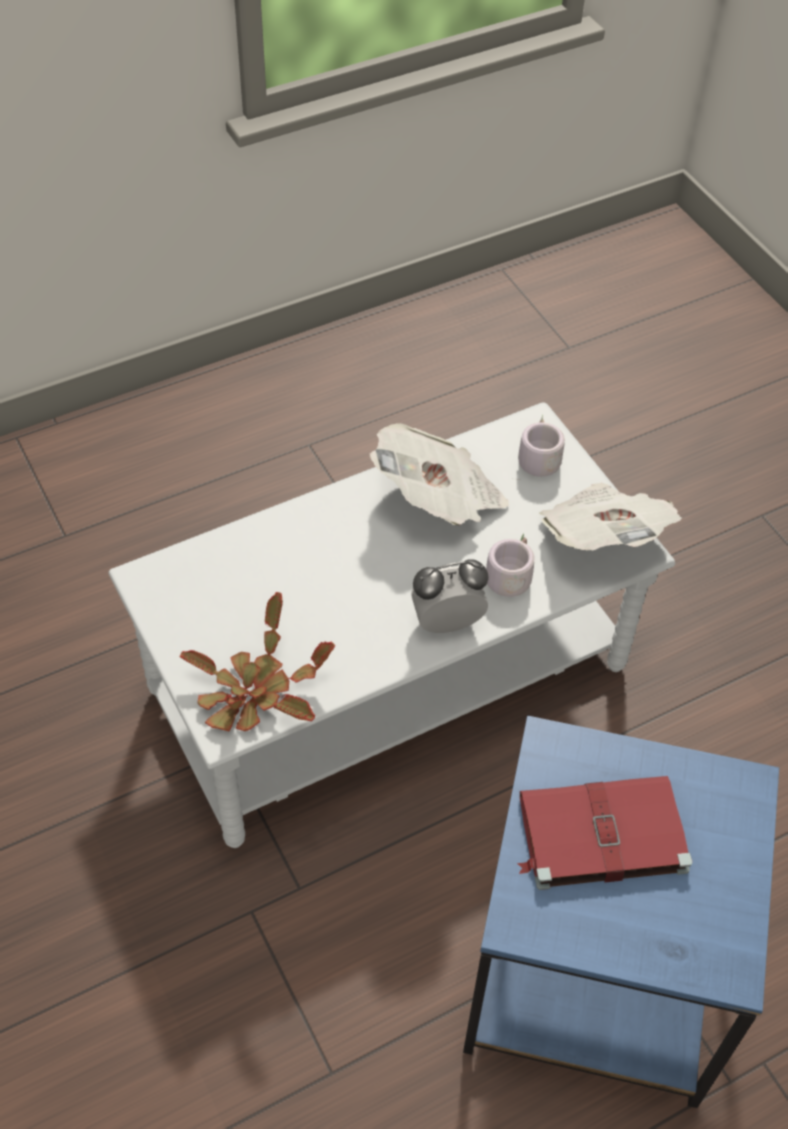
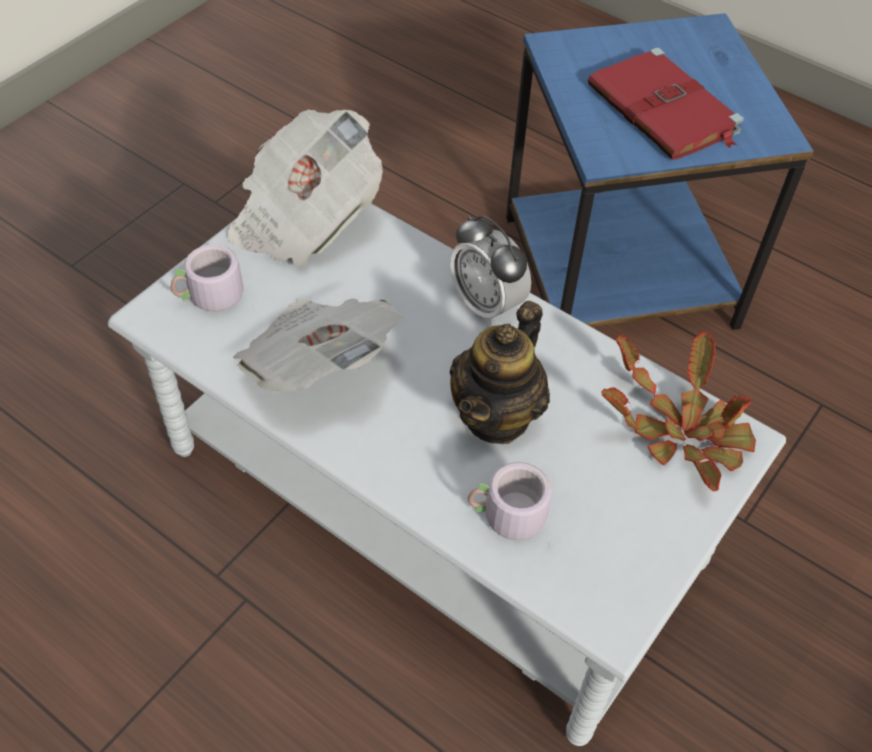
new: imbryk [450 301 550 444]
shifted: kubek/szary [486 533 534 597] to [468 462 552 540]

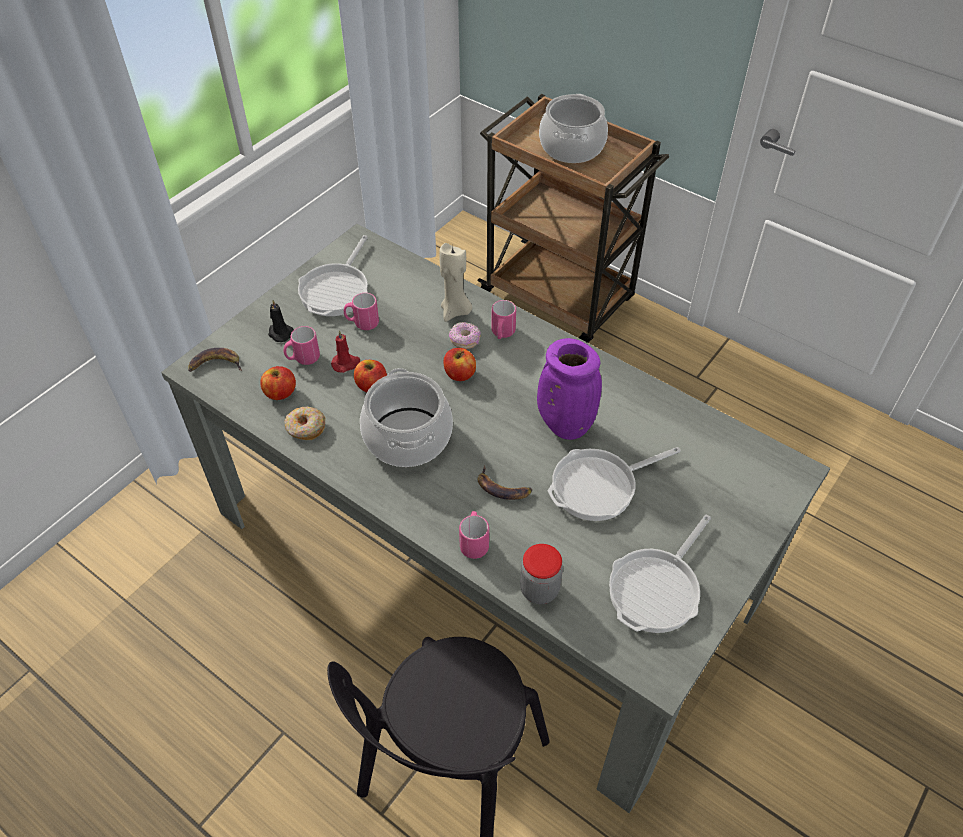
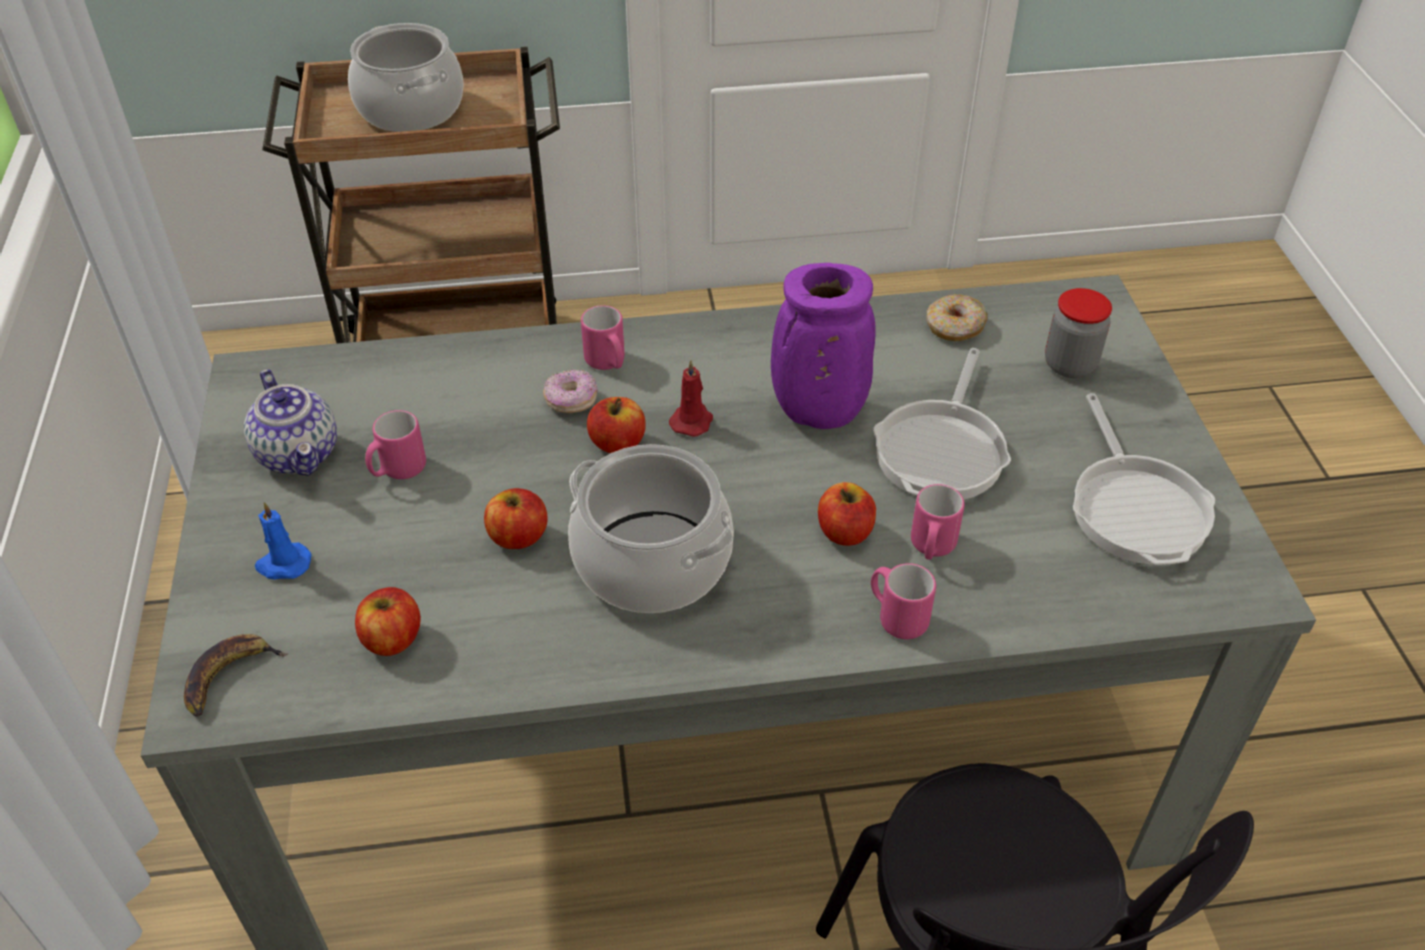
gone: świeca/beżowy [439 243 472 322]
shifted: kubek/różowy [283 326 320 365] to [911 484 965 560]; donut [285 407 325 440] to [926 294 988 341]; świeca/czerwony [331 330 360 373] to [669 360 713 437]; słoik [520 544 563 604] to [1045 288 1112 378]
swapped: patelnia [298 235 368 316] to imbryk [244 369 337 476]; banan [478 466 532 500] to jabłko [818 482 876 546]
repainted: świeca/czarny [268 300 294 342] to świeca/niebieski [255 502 312 580]

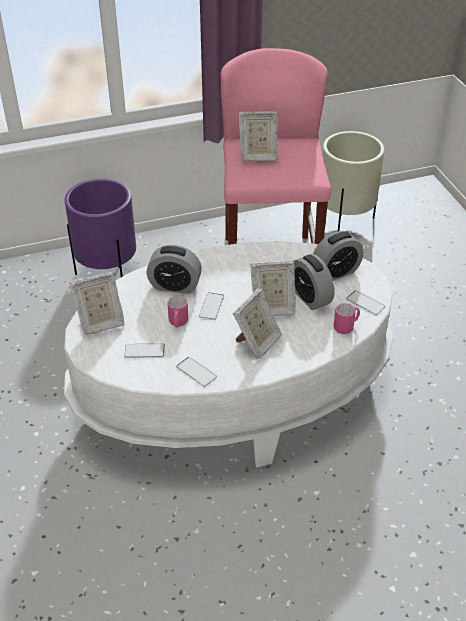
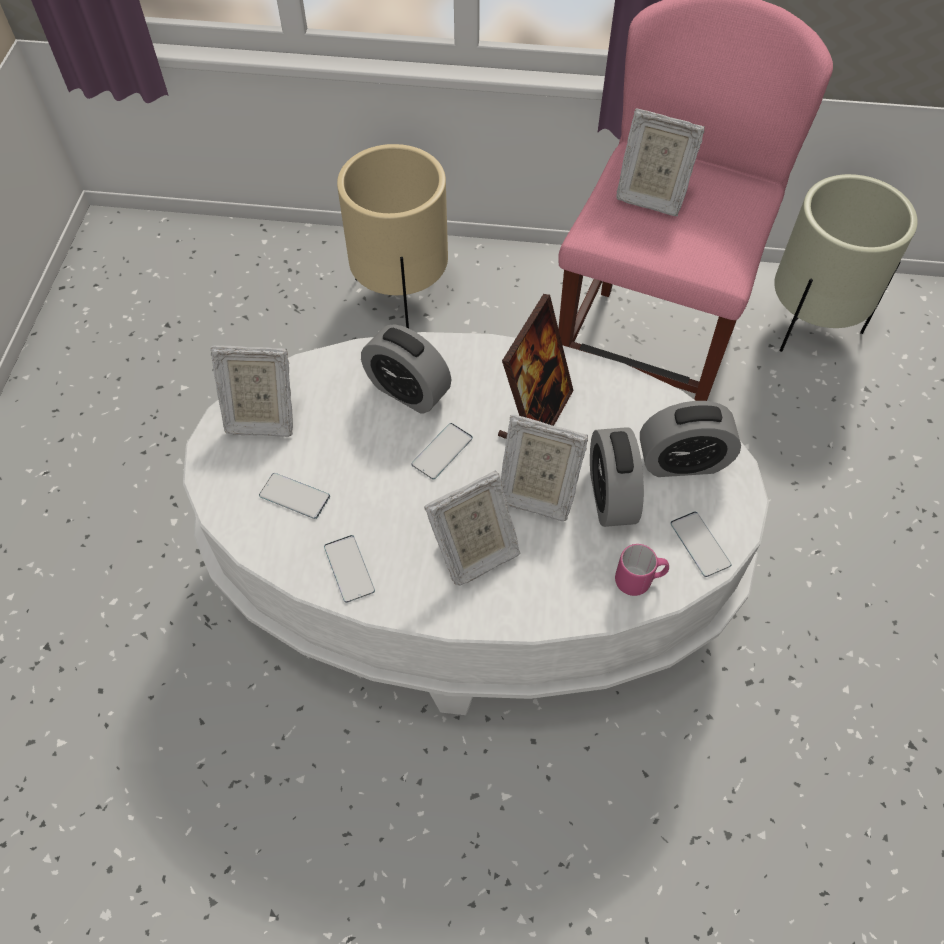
gone: kubek/różowy [167 296 188 327]
new: ramka na zdjęcie [498 294 574 439]
repainted: donica/fioletowy [65 178 136 277] to donica/beżowy [337 144 448 328]

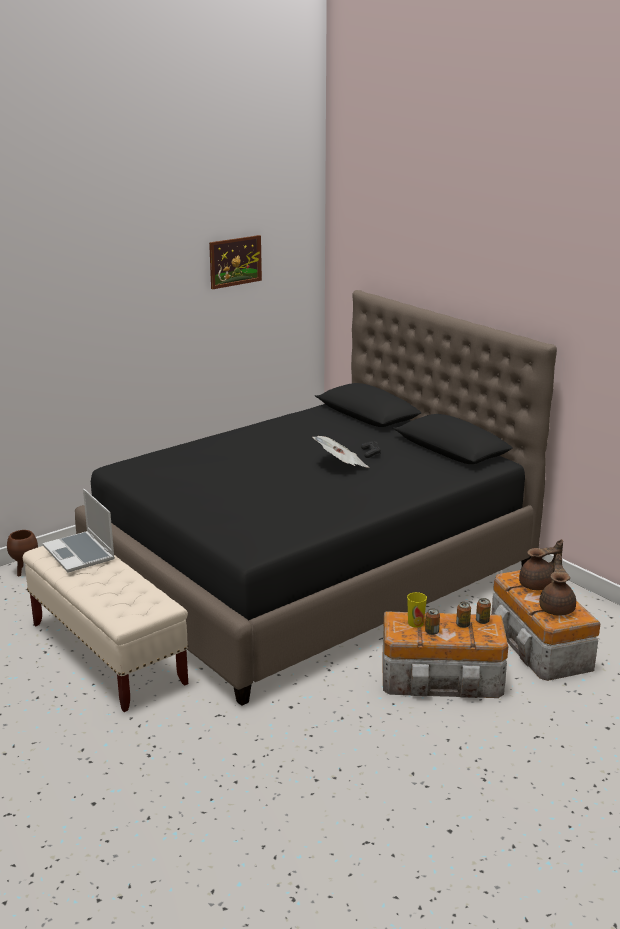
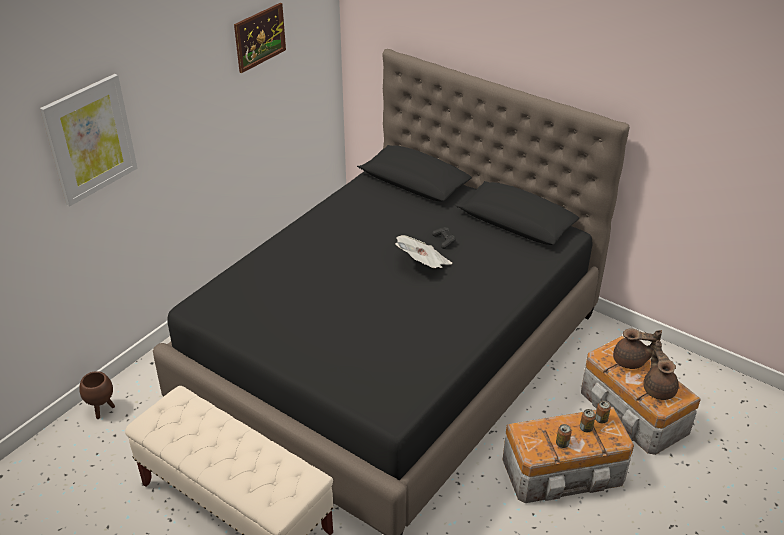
gone: laptop [43 489 115 572]; filiżanka [407 592 427 628]
new: obraz [40 74 137 206]
rotated: imbryk/brązowy [519 539 563 590] = [613 328 662 369] 45 degrees clockwise

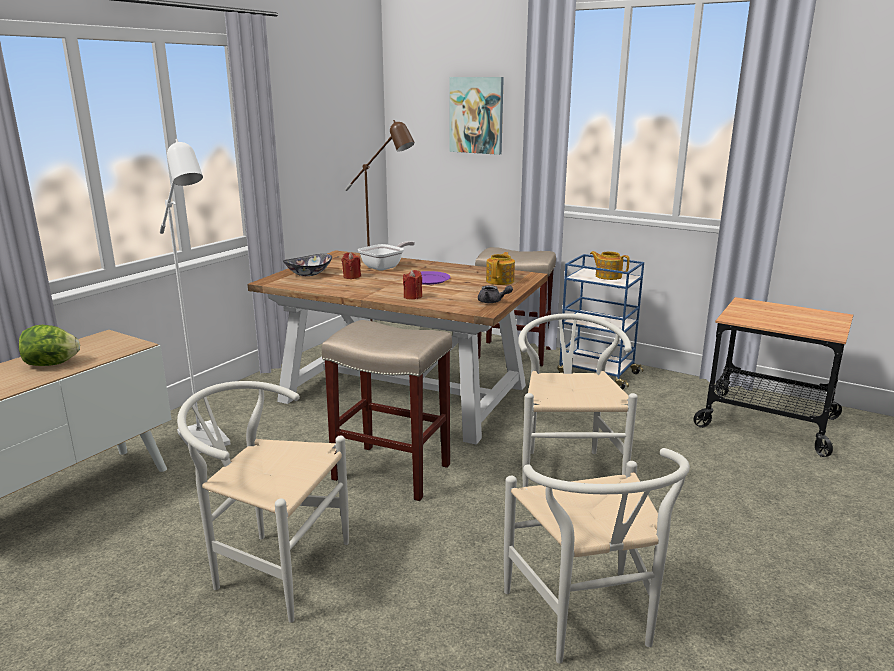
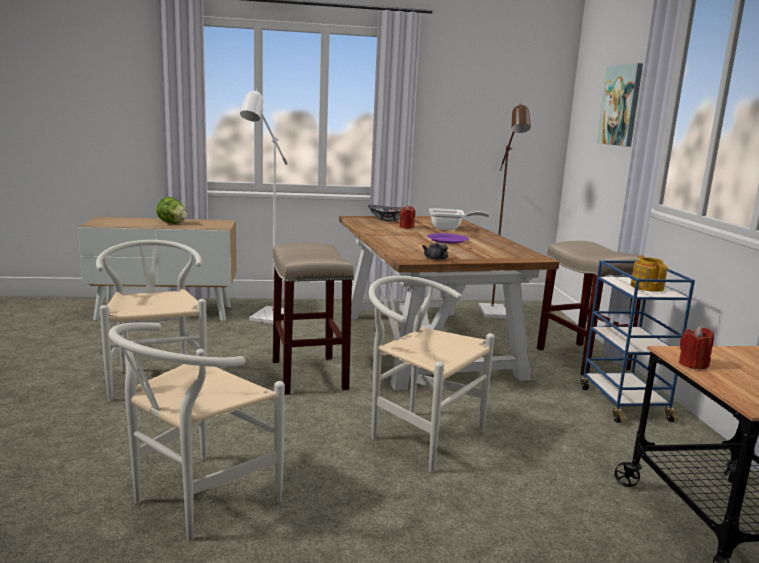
gone: imbryk [486 252 515 285]
shifted: świeca/czerwony [403 270 422 300] to [679 326 714 369]
rotated: krzesło/biały [518 313 638 487] = [368 276 494 473] 105 degrees counterclockwise

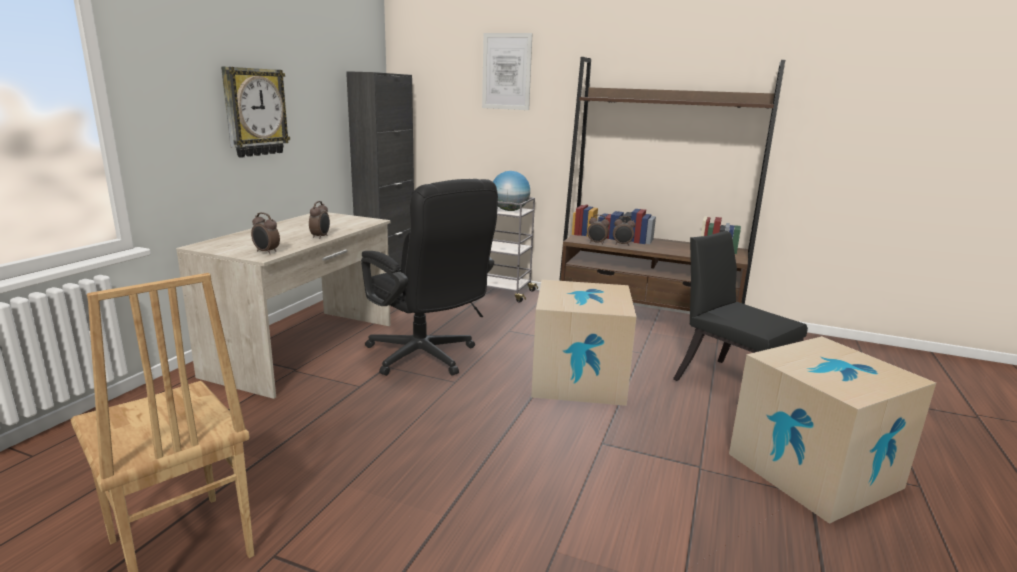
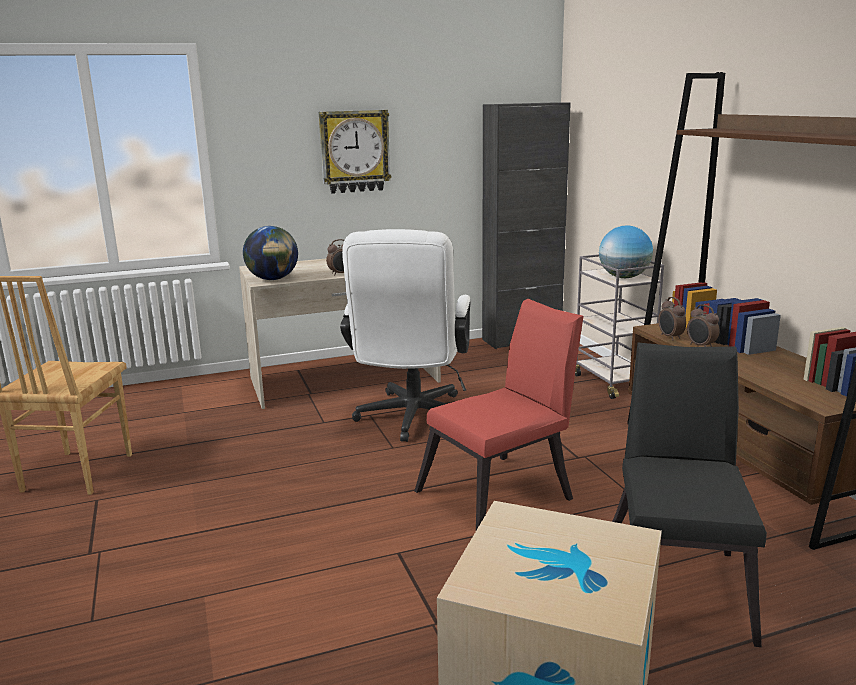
gone: obraz [482 33 533 110]
swapped: budzik [251 212 280 254] to globus [243 226 298 280]; karton [531 280 637 406] to krzesło/czerwony [415 299 584 530]
repainted: krzesło biurowe/czarny [361 179 498 376] to krzesło biurowe/biały [340 229 471 442]

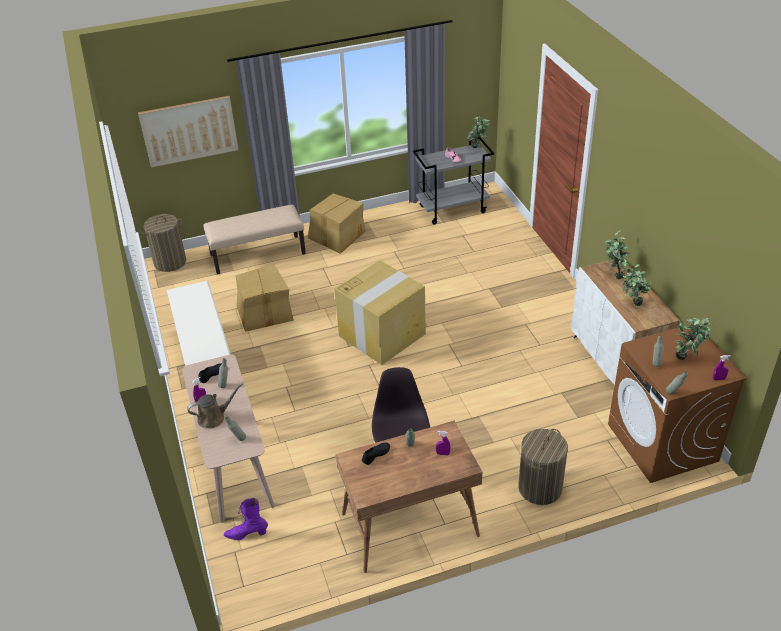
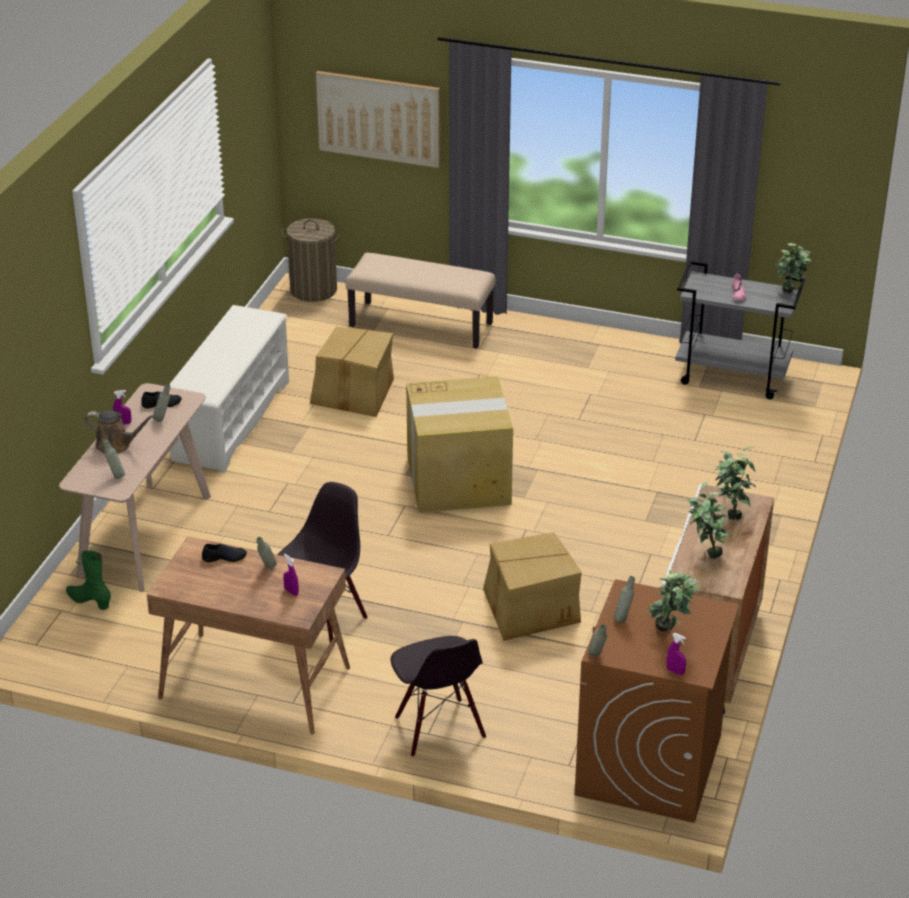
shifted: karton [308 193 366 254] to [483 532 582 641]
swapped: kosz na pranie [518 429 568 505] to krzesło/czarny [391 636 486 757]
repainted: but z cholewką/fioletowy [224 498 268 540] to but z cholewką/zielony [66 550 111 610]

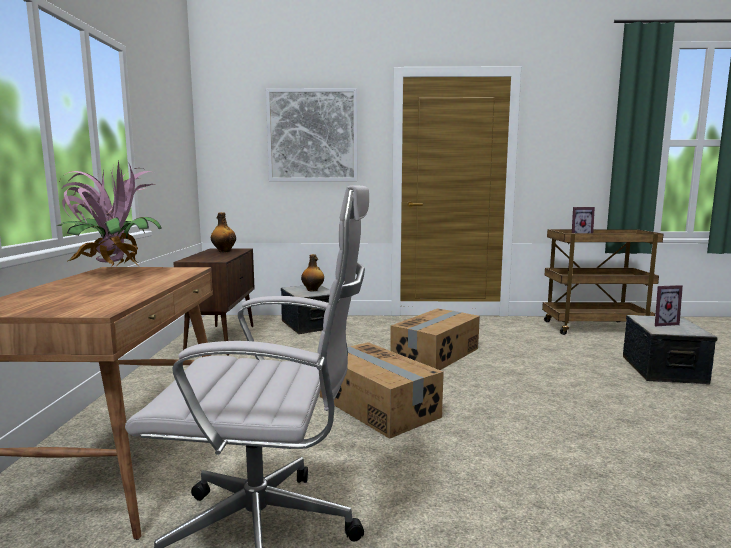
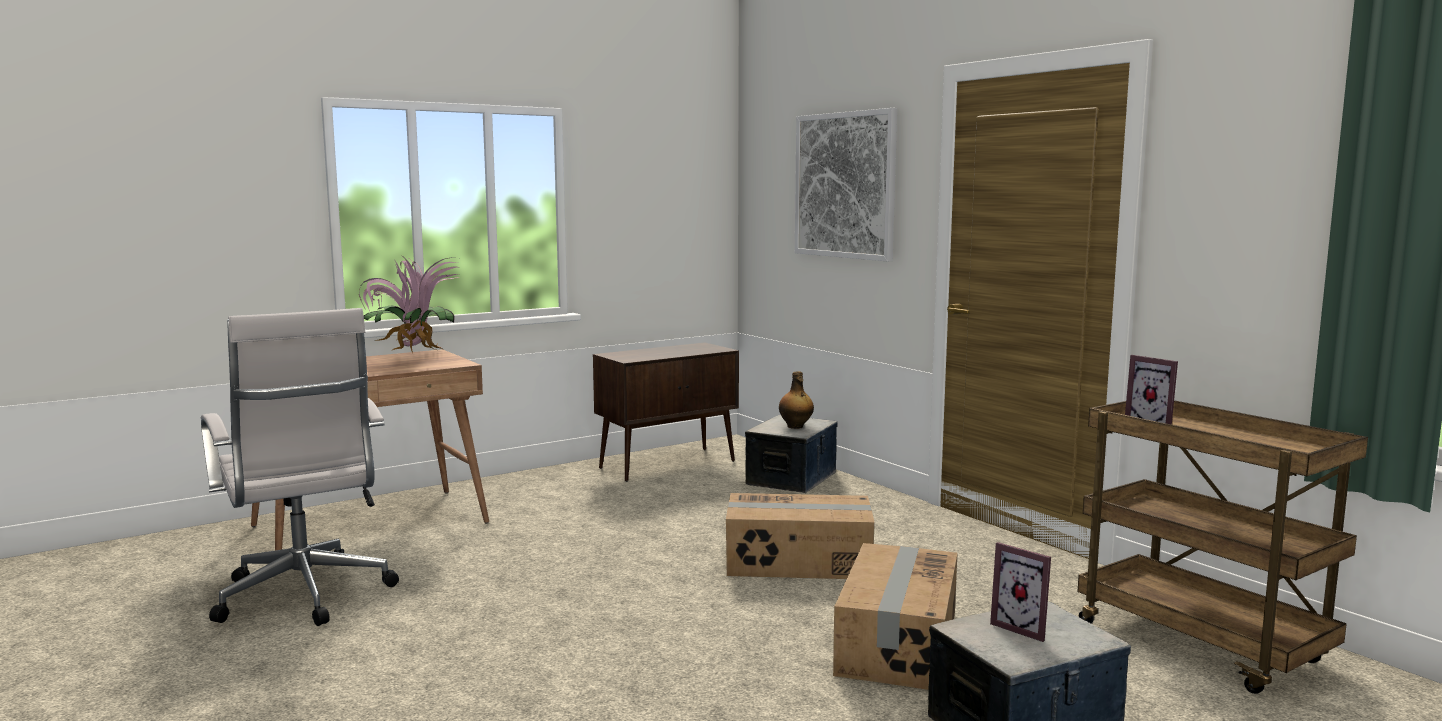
gone: butelka [211 212 236 252]
shifted: karton [320 342 444 439] to [833 543 958 690]

